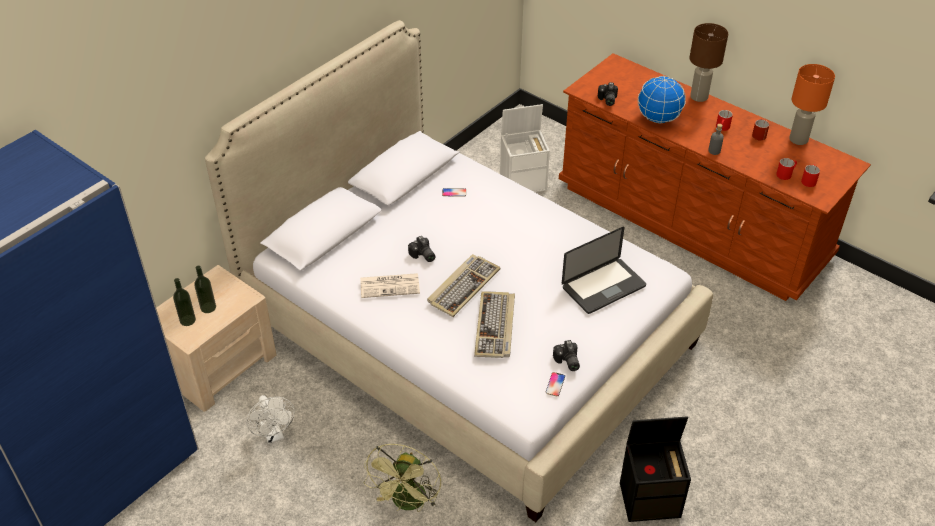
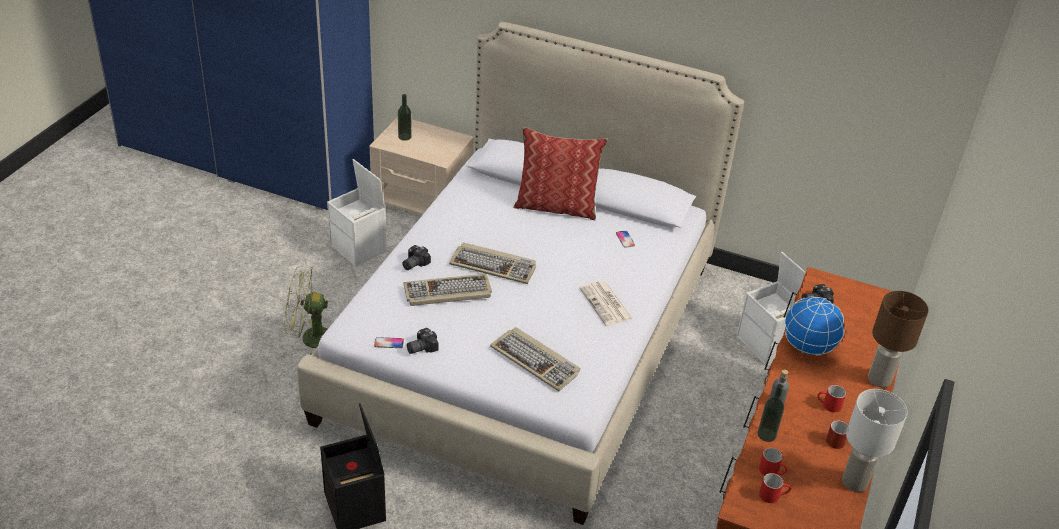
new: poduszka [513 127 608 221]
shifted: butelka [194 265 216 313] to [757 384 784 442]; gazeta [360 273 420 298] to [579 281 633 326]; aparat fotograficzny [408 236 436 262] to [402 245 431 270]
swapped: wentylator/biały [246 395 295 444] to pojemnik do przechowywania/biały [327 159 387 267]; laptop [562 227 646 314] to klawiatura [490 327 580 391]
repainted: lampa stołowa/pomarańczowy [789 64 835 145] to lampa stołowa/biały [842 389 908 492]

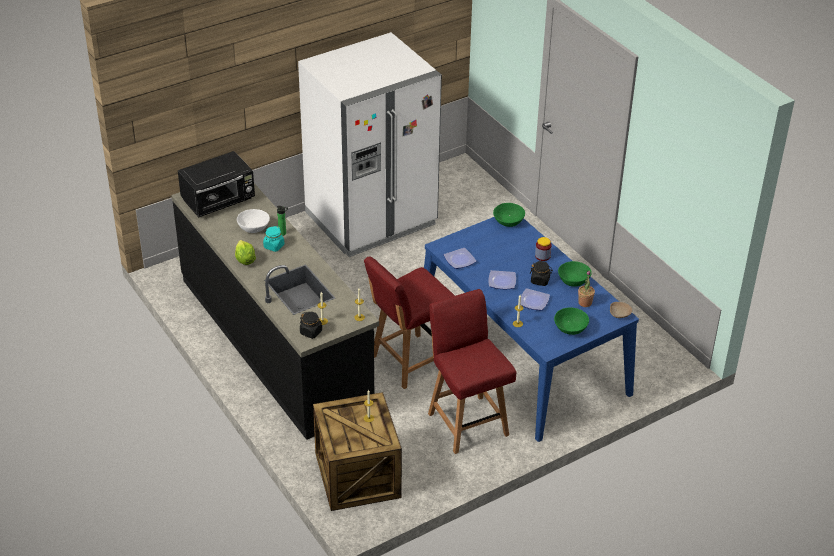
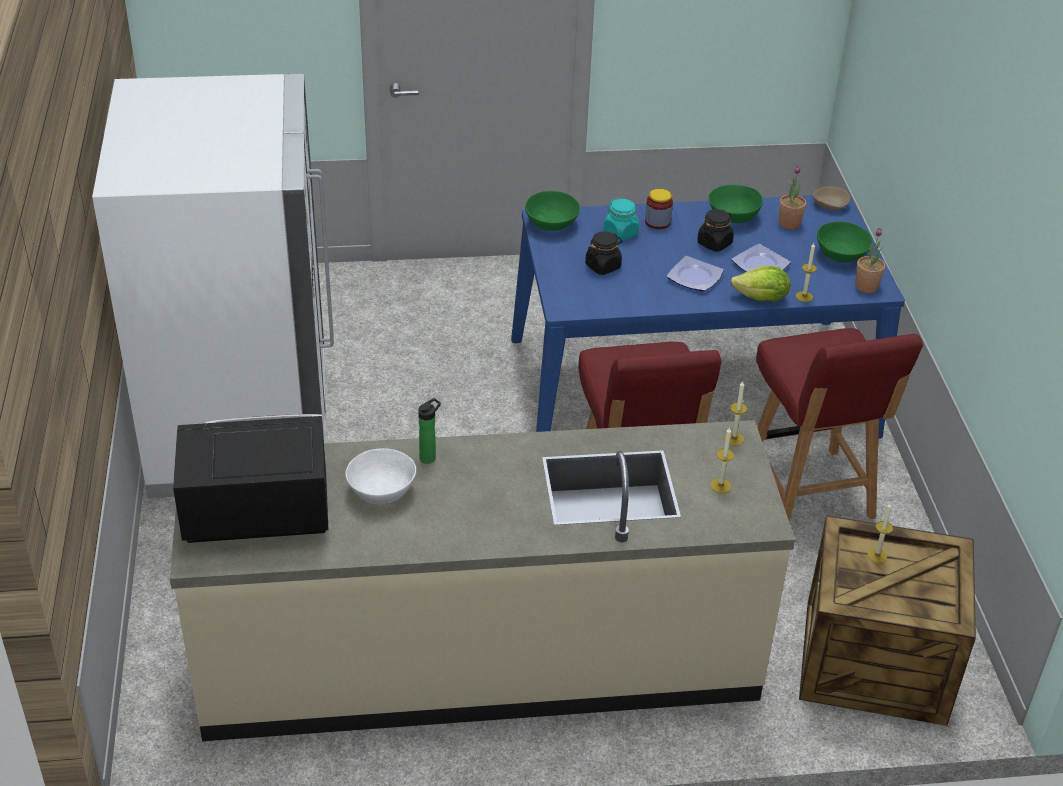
gone: talerz [444 248 477 269]
new: roślina doniczkowa [855 228 885 293]
shifted: sałata [235 240 256 265] to [731 266 790 301]; słoik/turkusowy [263 226 284 252] to [604 198 639 241]; słoik/czarny [300 312 322 339] to [585 231 622 275]
repainted: zabudowa kuchenna/czarny [171 183 379 440] to zabudowa kuchenna/beżowy [170 420 795 741]
rotated: mikrofalówka/czarny [178 151 255 218] = [173 414 328 543] 90 degrees counterclockwise; krzesło/czerwony [428 289 516 454] = [756 328 923 522] 105 degrees counterclockwise

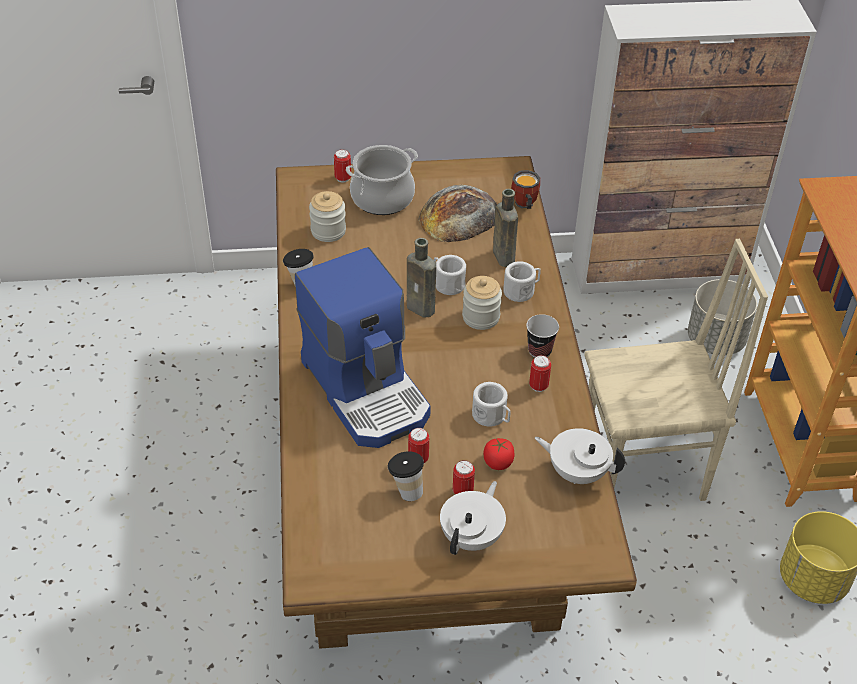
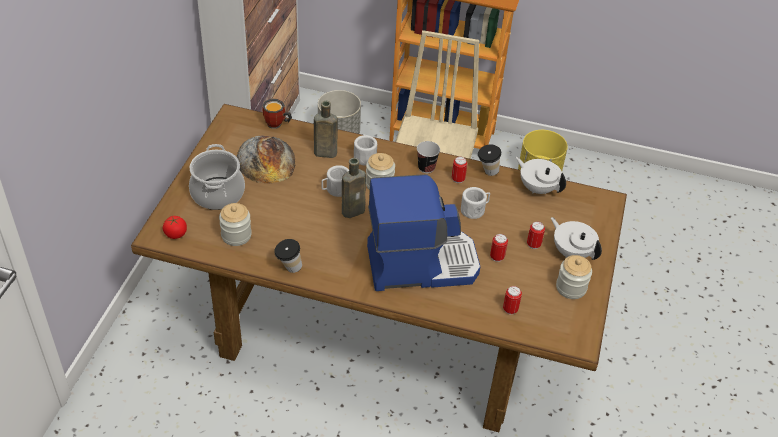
new: słoik [556 255 592 299]
shifted: puszka [334 149 351 182] to [503 286 522 315]; filiżanka [388 451 424 501] to [478 144 501 176]; pomidor [484 438 514 470] to [163 216 187 239]
rotated: imbryk/biały [535 428 625 484] = [516 157 566 194] 90 degrees clockwise

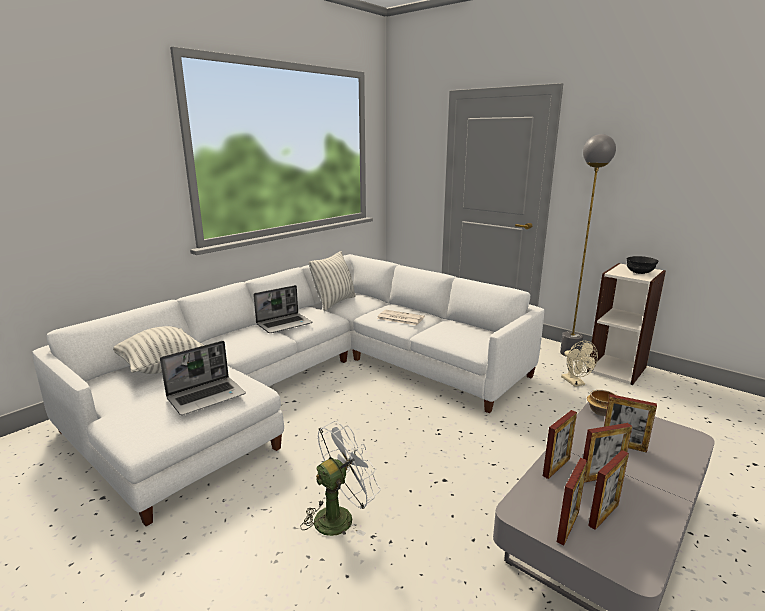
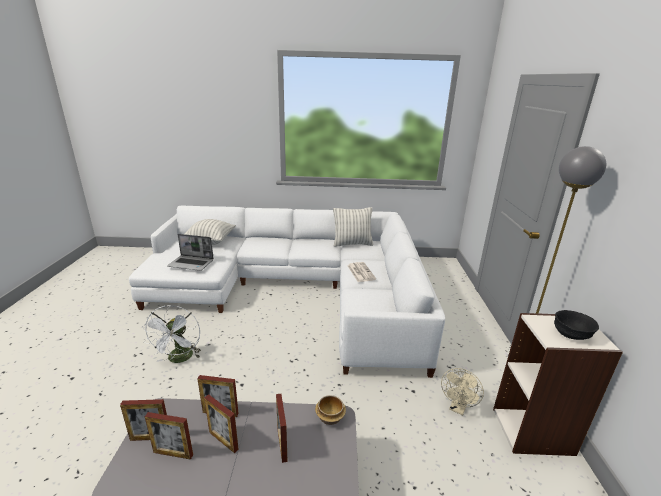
gone: laptop [253 285 313 333]
rotated: wentylator/biały [300 421 381 536] = [142 305 201 363] 75 degrees clockwise

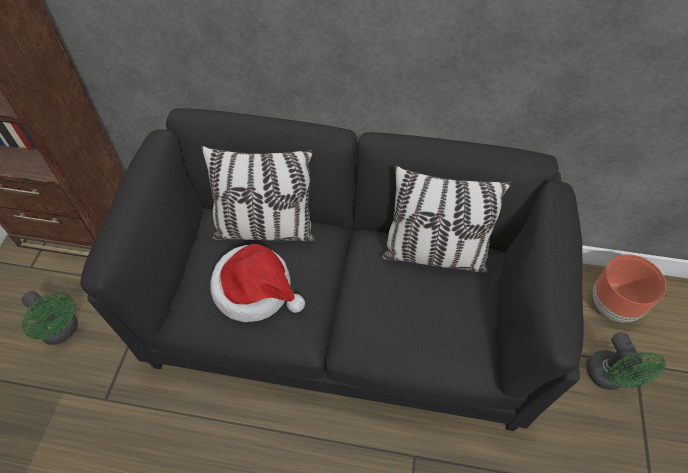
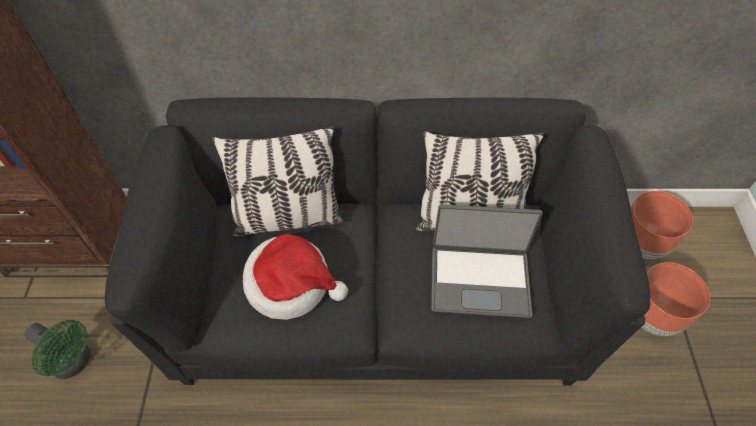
new: laptop [431 204 543 318]
swapped: wentylator/zielony [586 333 666 390] to donica/brązowy [641 262 710 336]

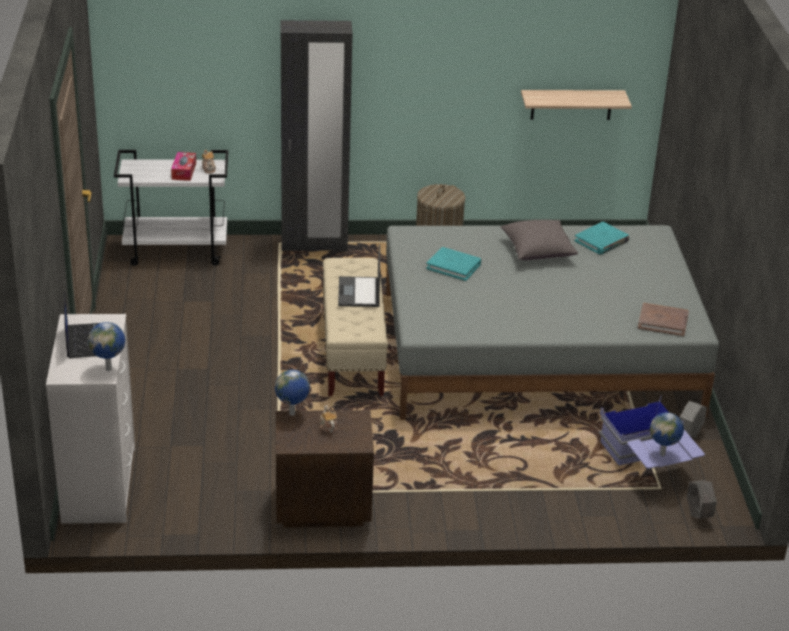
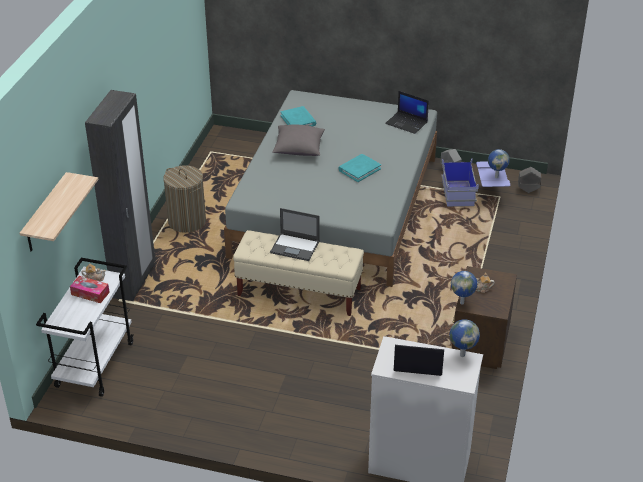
shifted: książka/turkusowy [426 247 481 281] to [338 154 381 182]; półka [521 90 632 120] to [20 172 98 251]
swapped: książka/brązowy [638 303 689 336] to laptop [385 91 429 134]

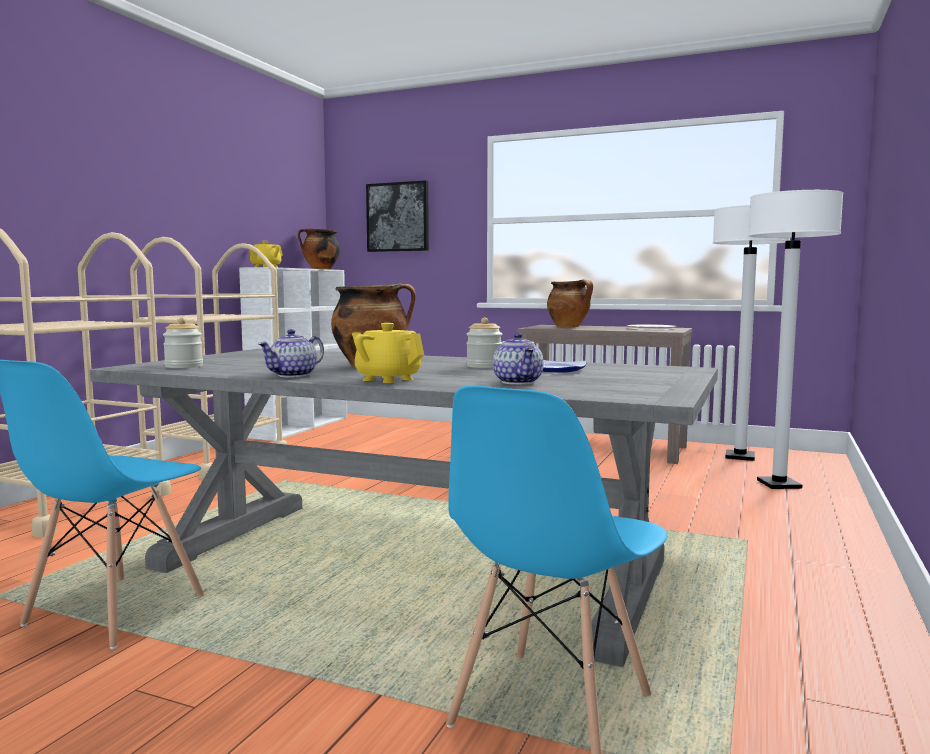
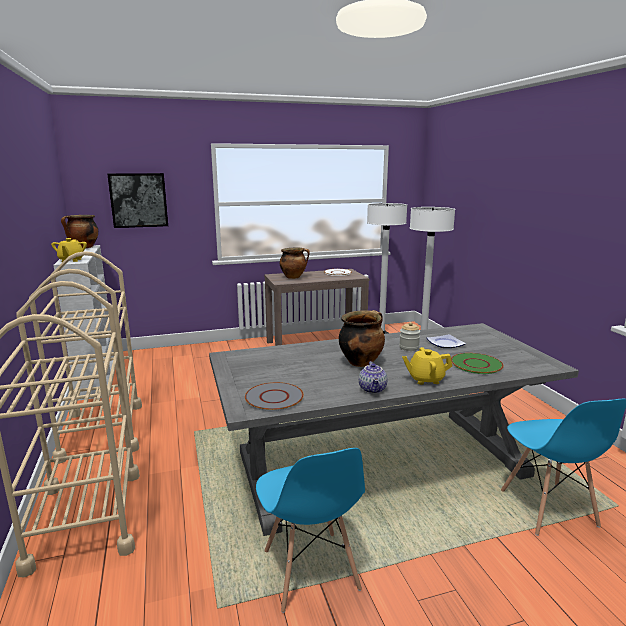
swapped: słoik [163 318 203 368] to talerz/szary [245 382 304 411]; imbryk [493 333 544 385] to talerz/zielony [451 353 504 374]

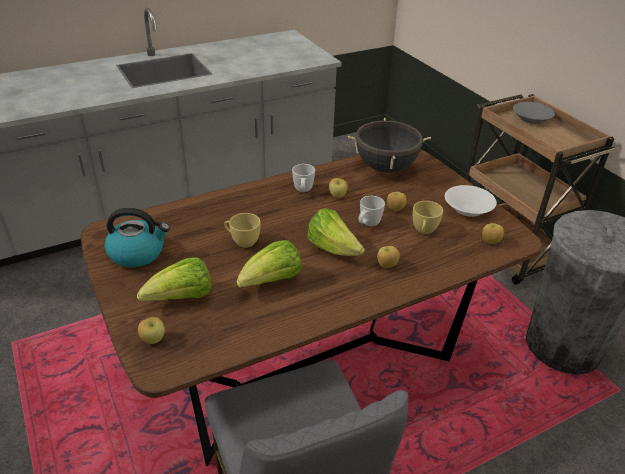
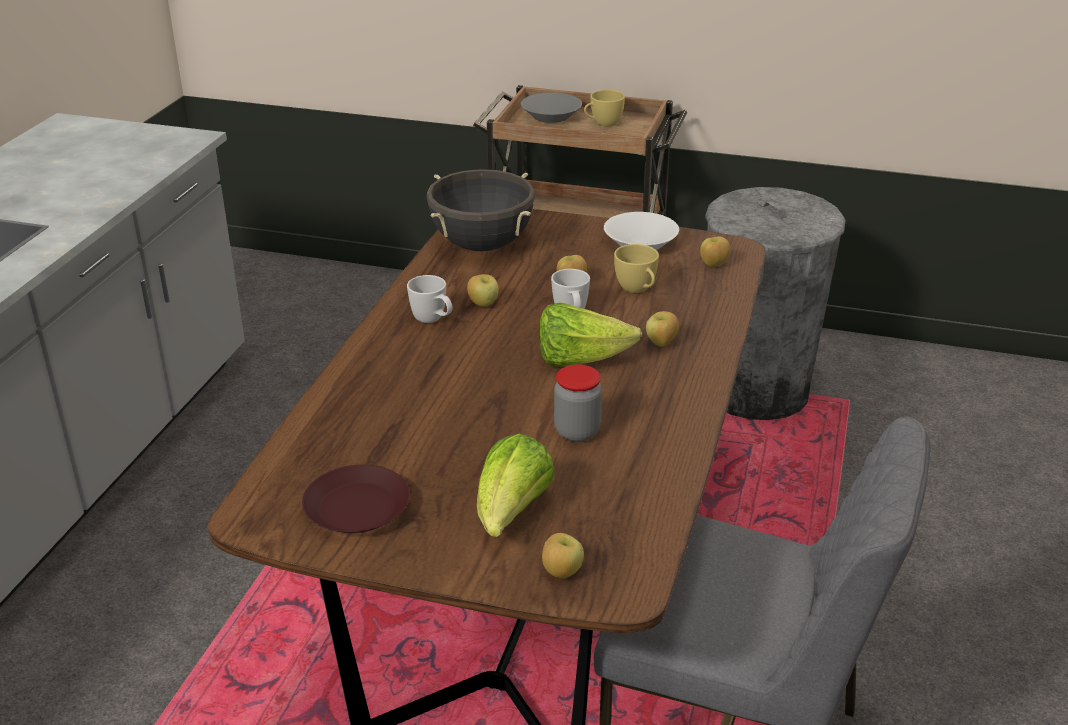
shifted: filiżanka/żółty [224 213 261 248] to [584 90 625 127]
swapped: czajnik [105 208 170 268] to talerz/brązowy [302 465 410 533]; sałata [237 240 302 288] to słoik [554 365 602 442]

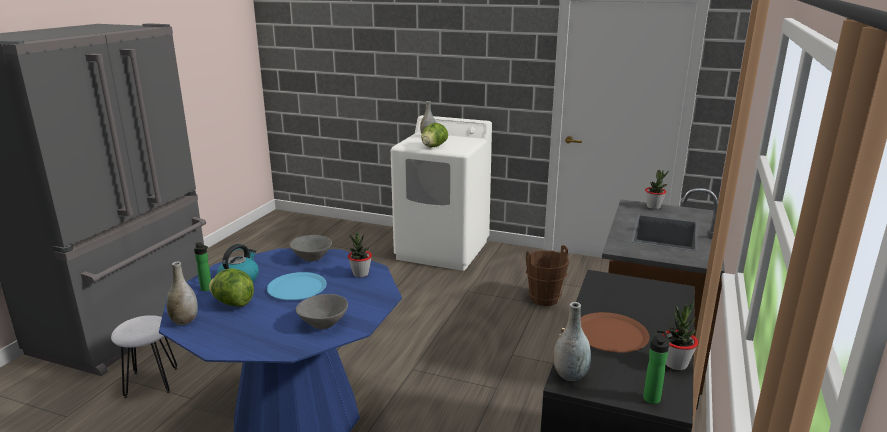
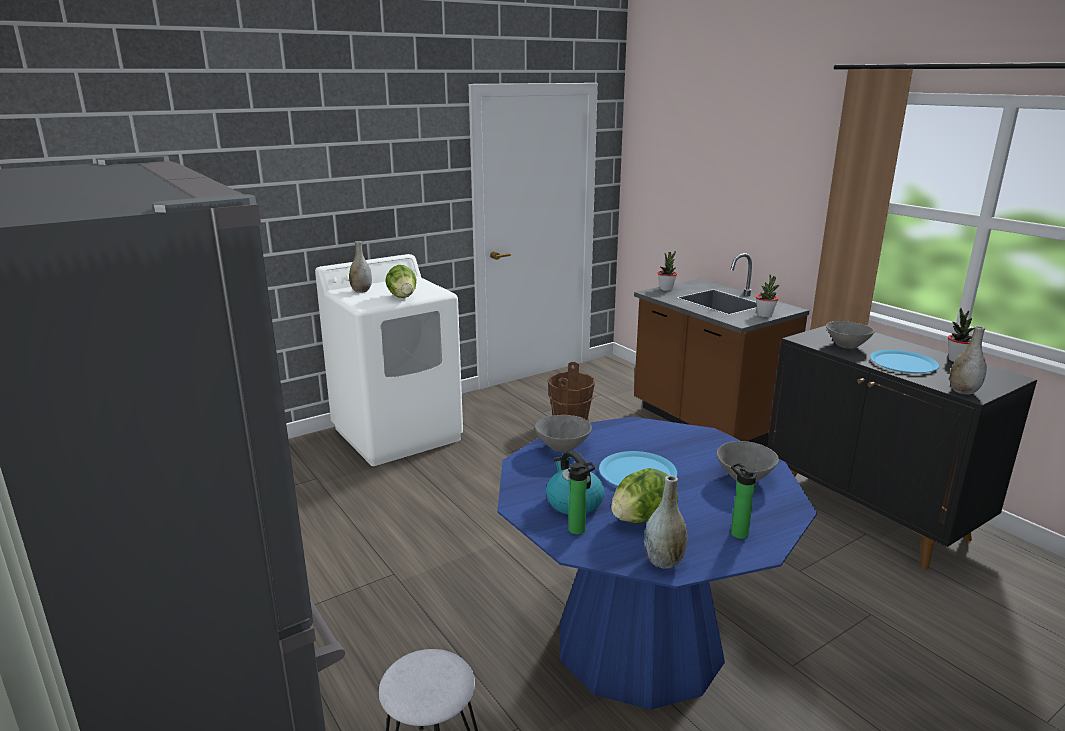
new: miska/szary [826 321 875 349]
shifted: roślina doniczkowa [348 232 372 277] to [756 275 779 317]; butelka [643 330 670 404] to [731 463 756 539]
repainted: talerz/brązowy [581 312 650 353] to talerz/niebieski [870 350 939 373]

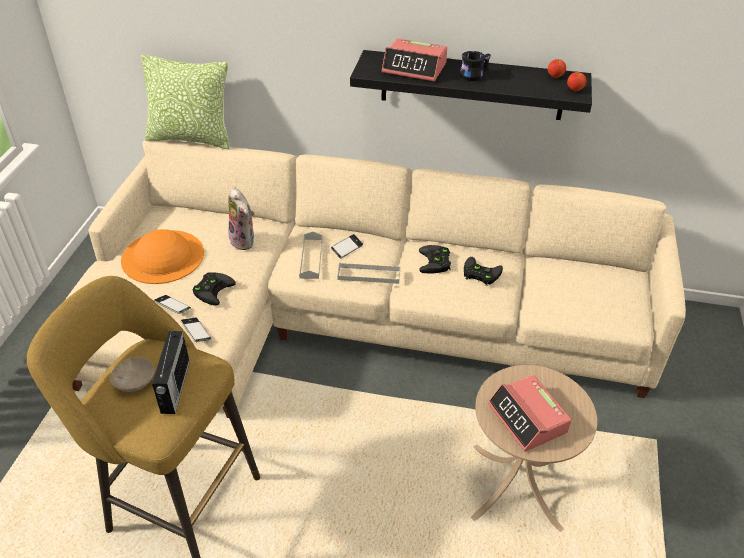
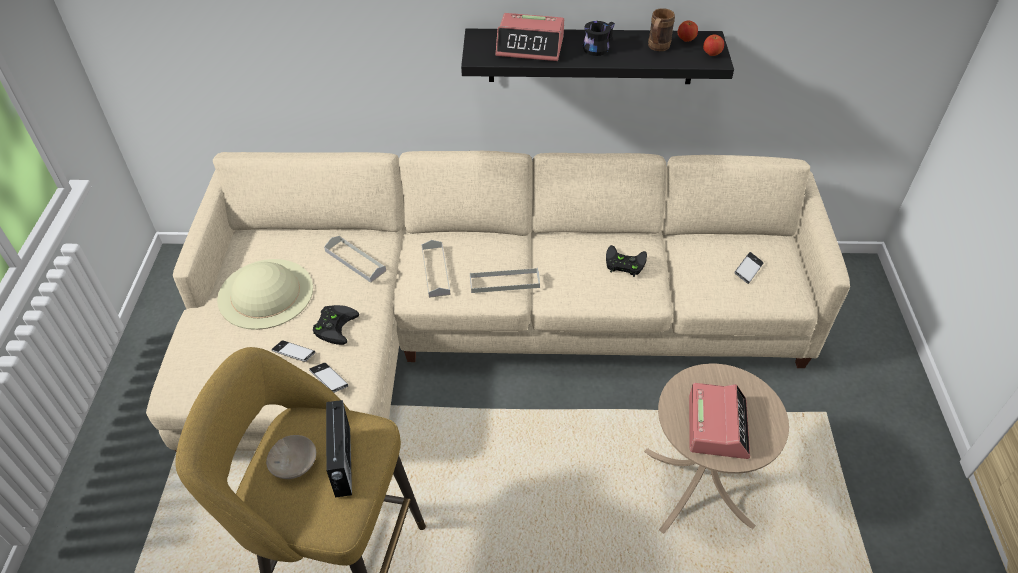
gone: poduszka [141 55 230 149]; pad do gier/czarny [419 245 451 273]
new: kubek/brązowy [648 8 675 51]
shifted: telefon [331 234 363 258] to [734 252 764 284]
swapped: pluszak [228 187 255 250] to taca/szary [324 236 386 283]
repainted: kapelusz/pomarańczowy [121 229 204 284] to kapelusz/beżowy [217 259 313 330]
rotated: budzik [488 375 572 451] = [689 383 750 459] 135 degrees counterclockwise

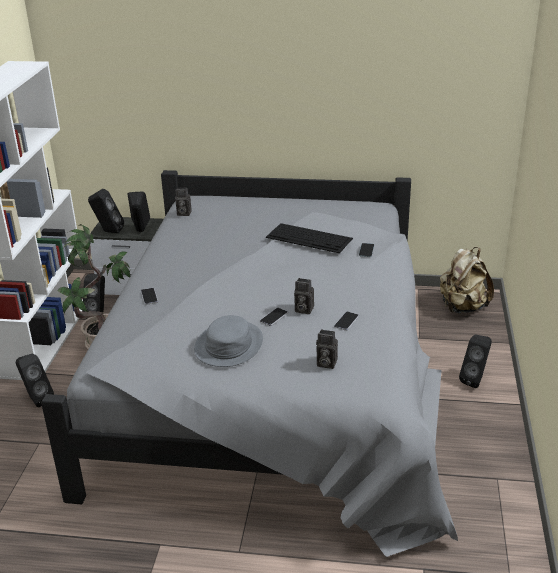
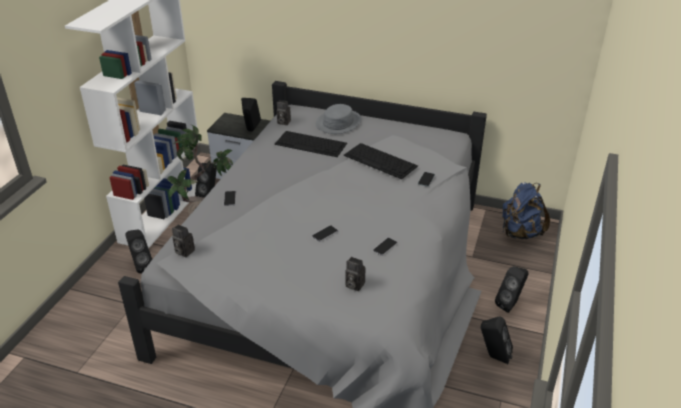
new: klawiatura [274 131 347 157]
shifted: głośnik/czarny [88 189 124 233] to [481 316 513 364]; kapelusz/szary [194 315 263 367] to [316 104 361 134]; aparat fotograficzny [294 278 314 314] to [172 224 195 257]
repainted: plecak/beżowy [440 247 494 313] to plecak/niebieski [502 182 550 239]

